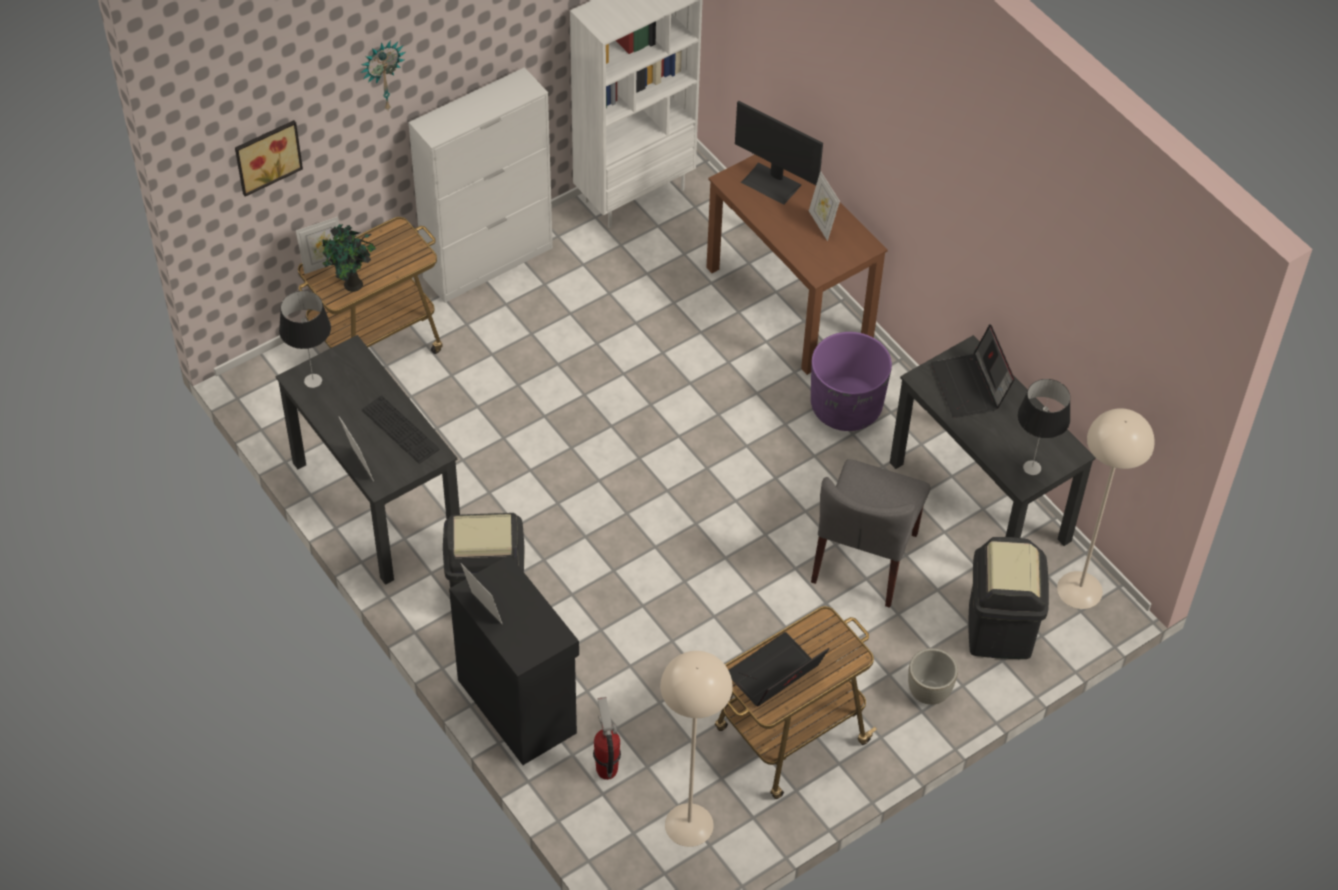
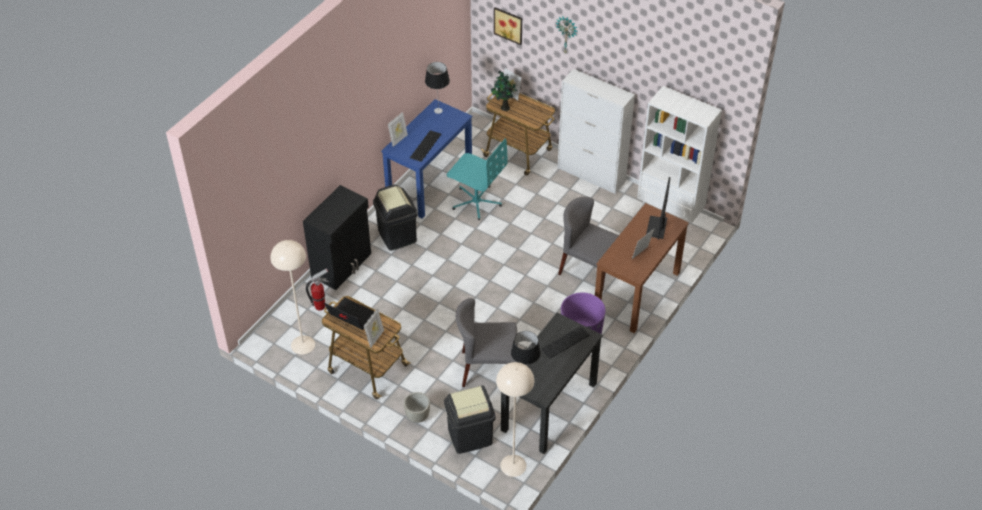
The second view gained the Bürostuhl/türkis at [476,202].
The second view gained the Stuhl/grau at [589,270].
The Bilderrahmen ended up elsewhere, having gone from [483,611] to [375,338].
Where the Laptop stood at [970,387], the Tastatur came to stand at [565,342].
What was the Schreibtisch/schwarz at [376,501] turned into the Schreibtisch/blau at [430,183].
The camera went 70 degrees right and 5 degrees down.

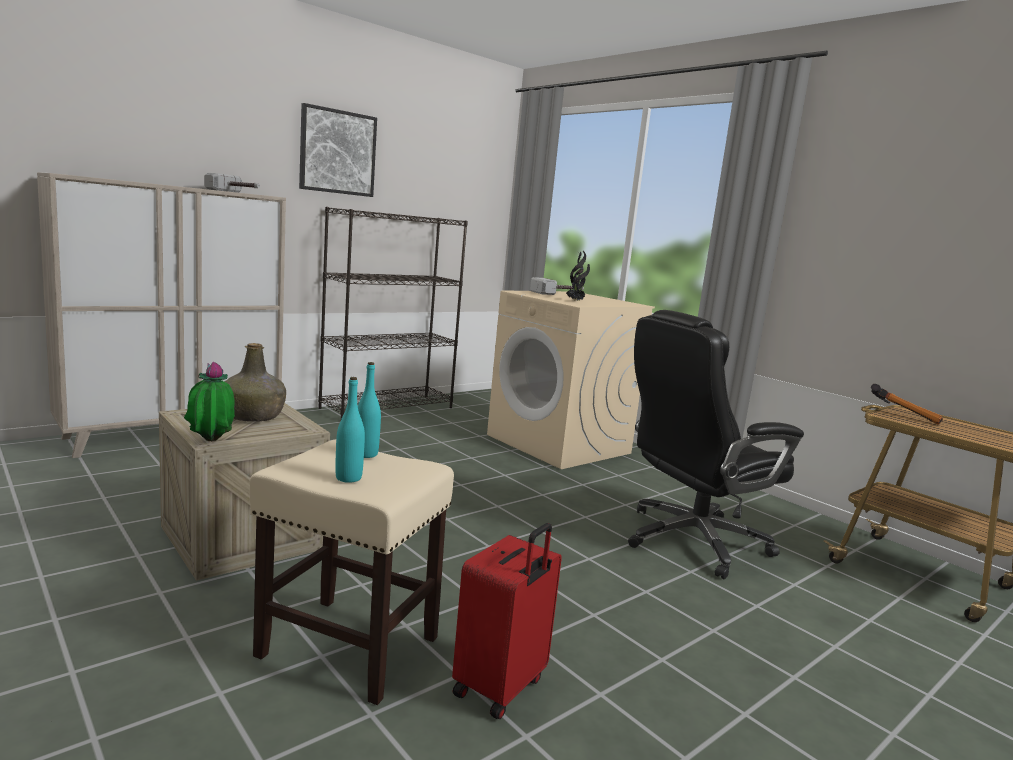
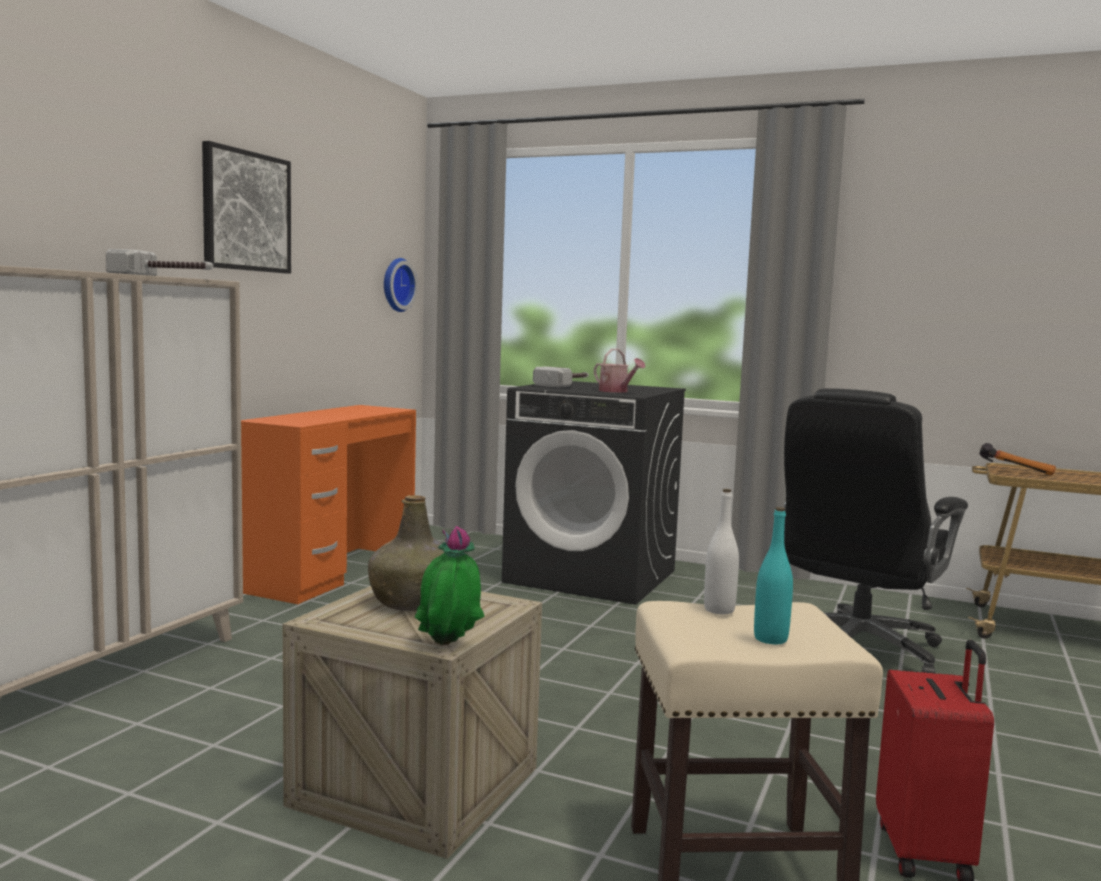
The second view gained the Wanduhr at [396,285].
Where the Bücherregal/schwarz stood at [388,407], the Schreibtisch/orange came to stand at [332,573].
Where the Topfpflanze stood at [576,301], the Gießkanne came to stand at [616,391].
What was the Flasche/türkis at [366,454] turned into the Flasche/weiß at [719,610].
What was the Waschmaschine/beige at [559,444] turned into the Waschmaschine/schwarz at [592,576].
The camera went 25 degrees left and 5 degrees down.

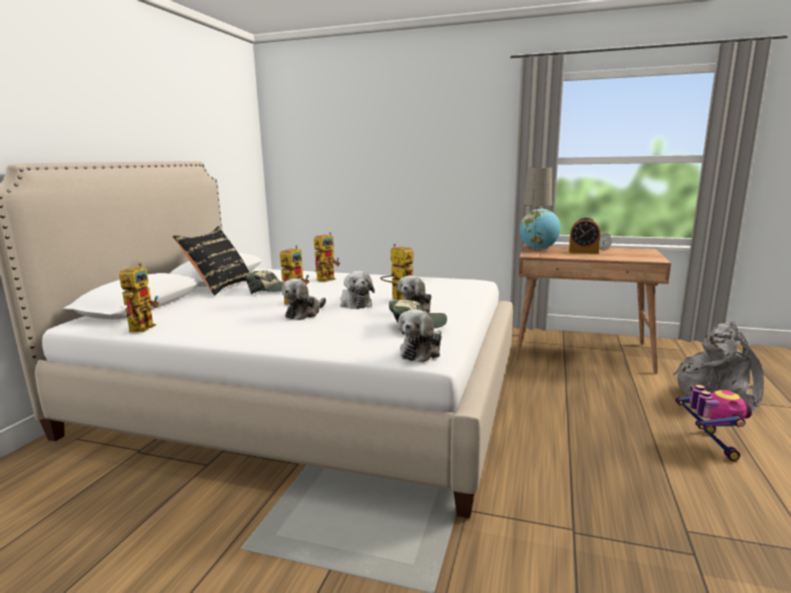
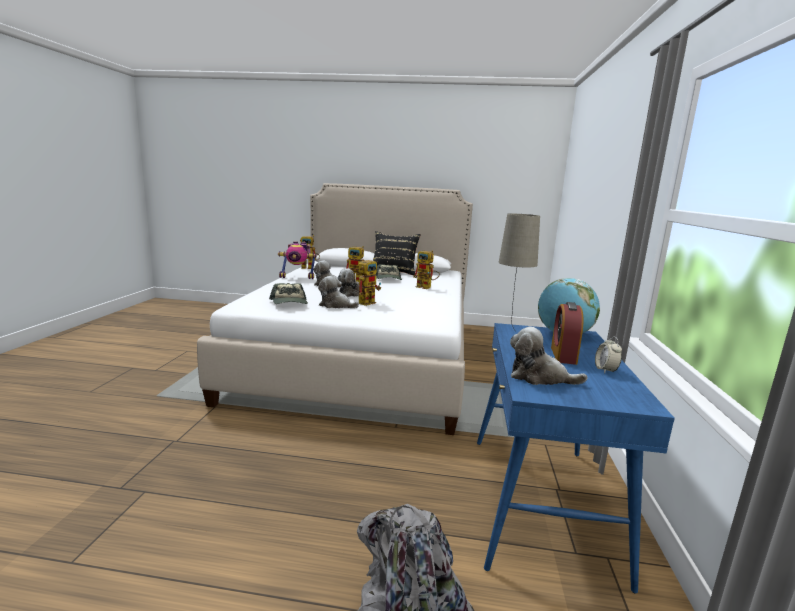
The Plüschtier ended up elsewhere, having gone from [422,352] to [539,377].
The Spielzeugroboter ended up elsewhere, having gone from [710,444] to [298,277].
What was the Schreibtisch/braun at [582,351] turned into the Schreibtisch/blau at [541,503].
The camera went 80 degrees right and 0 degrees up.

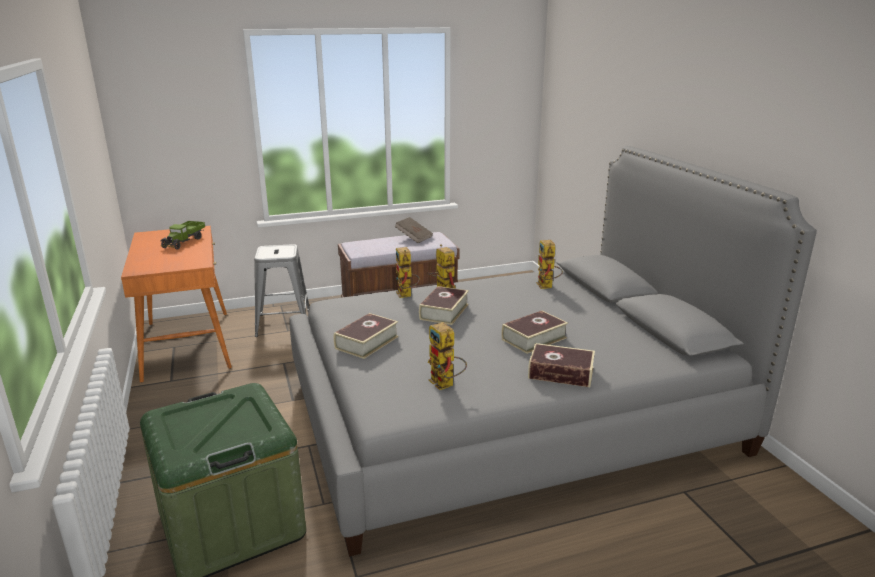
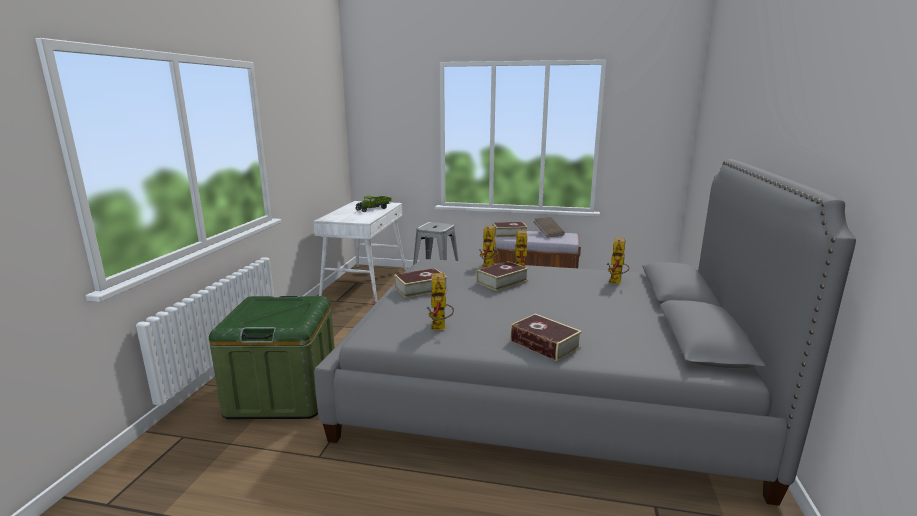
The Buch ended up elsewhere, having gone from [534,338] to [509,234].
What was the Schreibtisch/orange at [187,345] turned into the Schreibtisch/weiß at [365,283].
The camera went 30 degrees right and 5 degrees down.

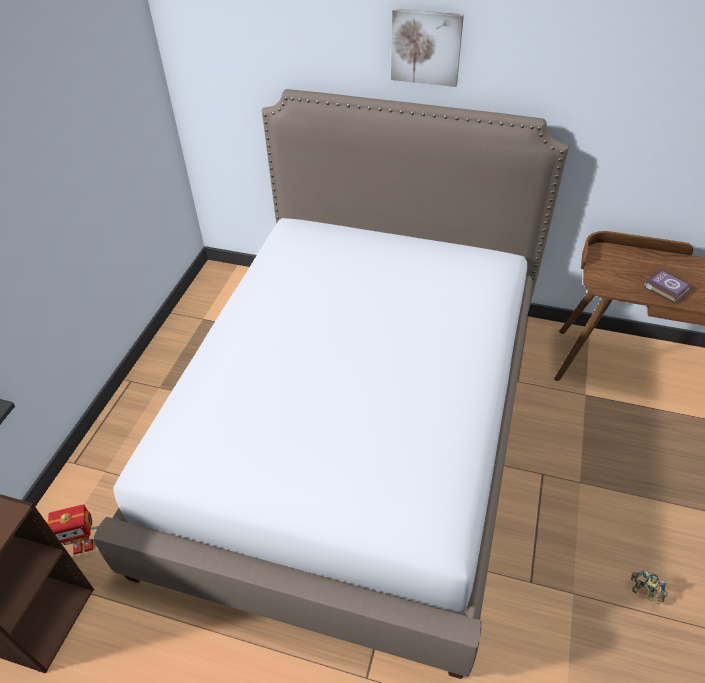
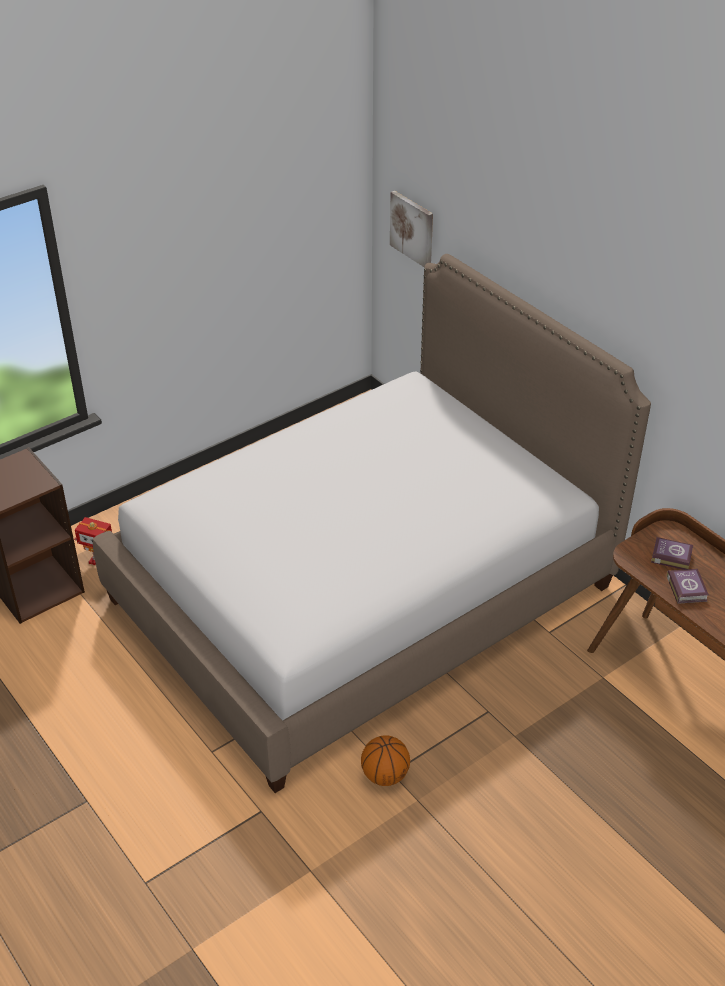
The second view lost the Spielzeugroboter at [644,593].
The second view gained the Basketball at [385,775].
The second view gained the Buch at [670,556].
The Bild ended up elsewhere, having gone from [426,47] to [412,229].
The camera went 35 degrees right and 5 degrees down.

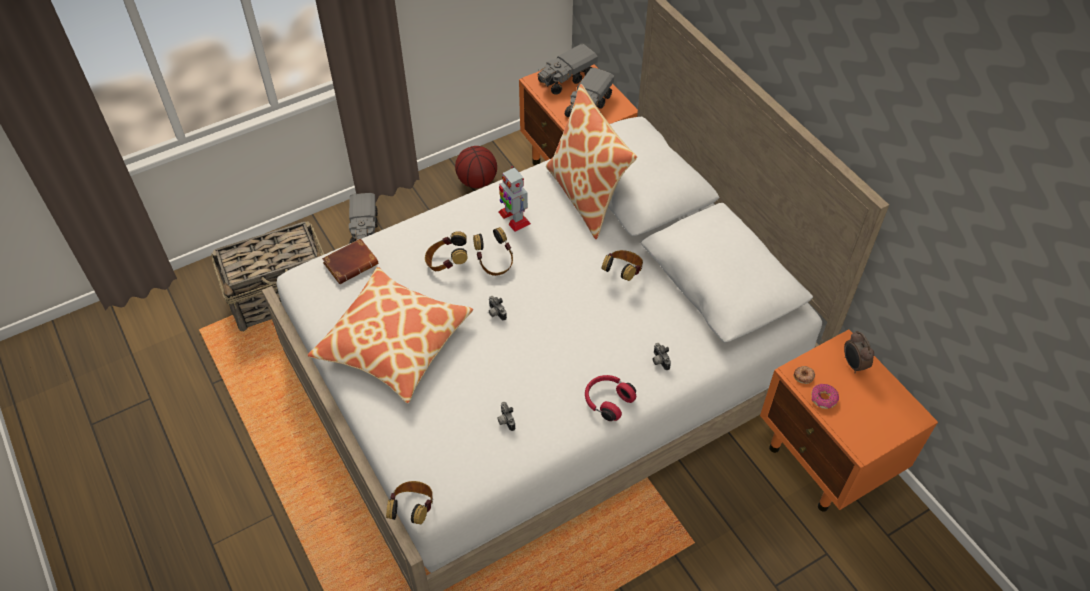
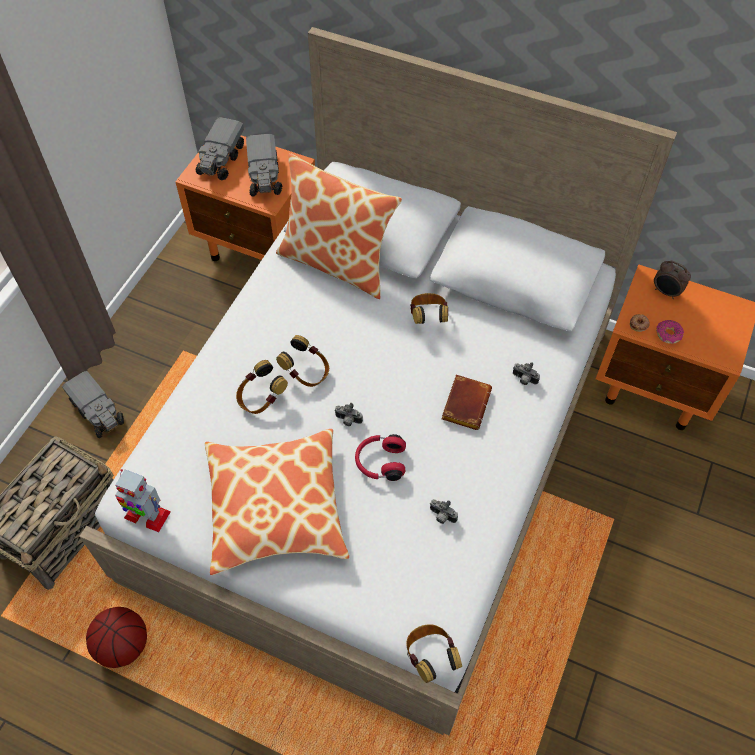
The Buch/braun ended up elsewhere, having gone from [351,263] to [465,403].
The Basketball ended up elsewhere, having gone from [477,181] to [123,646].
The Spielzeugroboter ended up elsewhere, having gone from [514,217] to [146,515].
The Kopfhörer/rot ended up elsewhere, having gone from [607,401] to [380,462].
The camera went 35 degrees left and 5 degrees up.

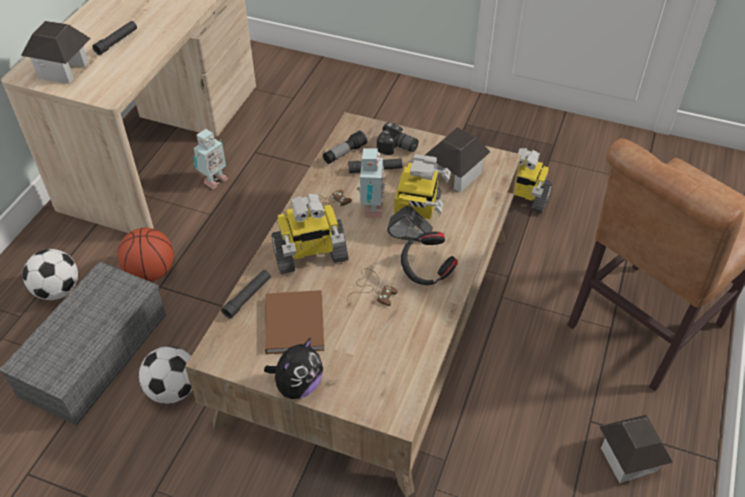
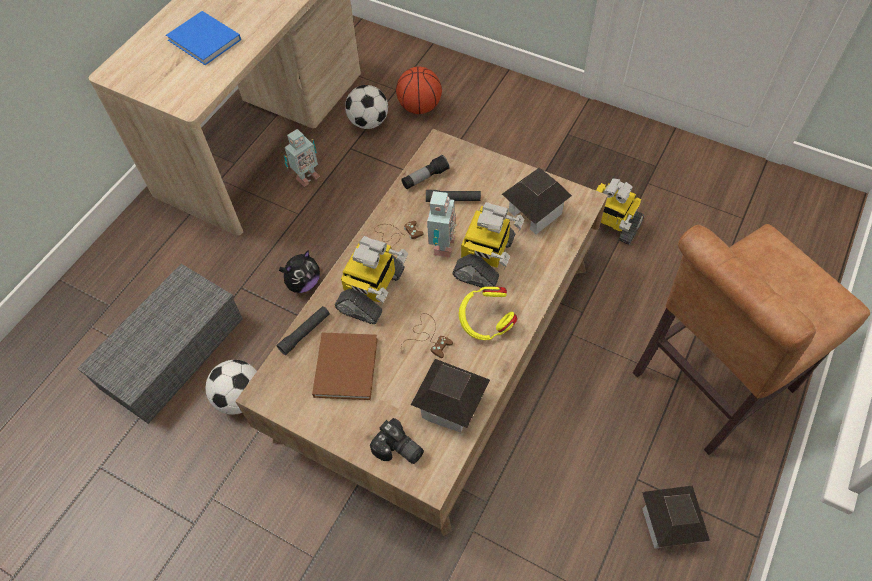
The Spielzeughaus ended up elsewhere, having gone from [64,70] to [450,405].
The Fußball ended up elsewhere, having gone from [58,290] to [369,122].
The Basketball ended up elsewhere, having gone from [151,272] to [419,107].
The Plüschtier ended up elsewhere, having gone from [298,385] to [303,283].
The Kamera ended up elsewhere, having gone from [397,148] to [398,450].
Where the Taschenlampe/schwarz stood at [117,42], the Buch/blau came to stand at [206,41].
What was the Kopfhörer/schwarz at [426,272] turned into the Kopfhörer/gelb at [485,323].
The Spielzeugroboter at [310,255] ended up facing another way, 60 degrees counterclockwise from before.
The camera went 10 degrees right and 10 degrees up.

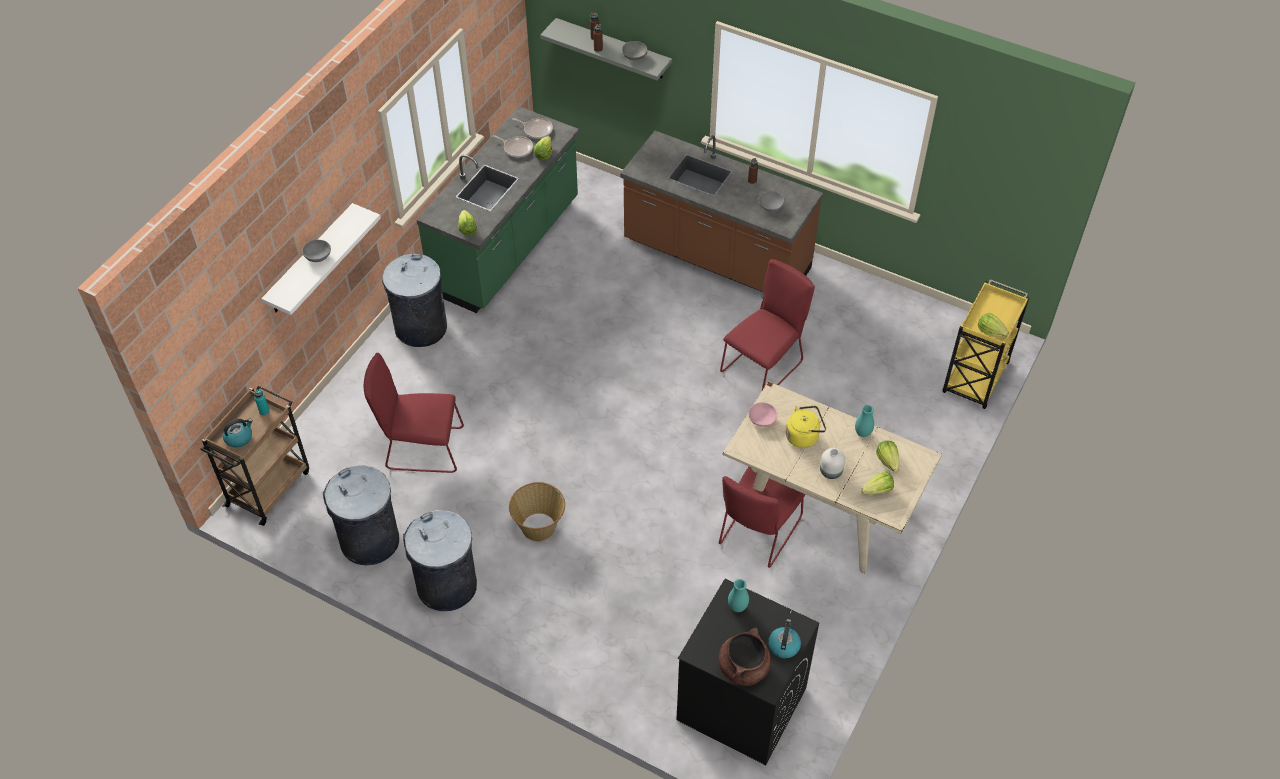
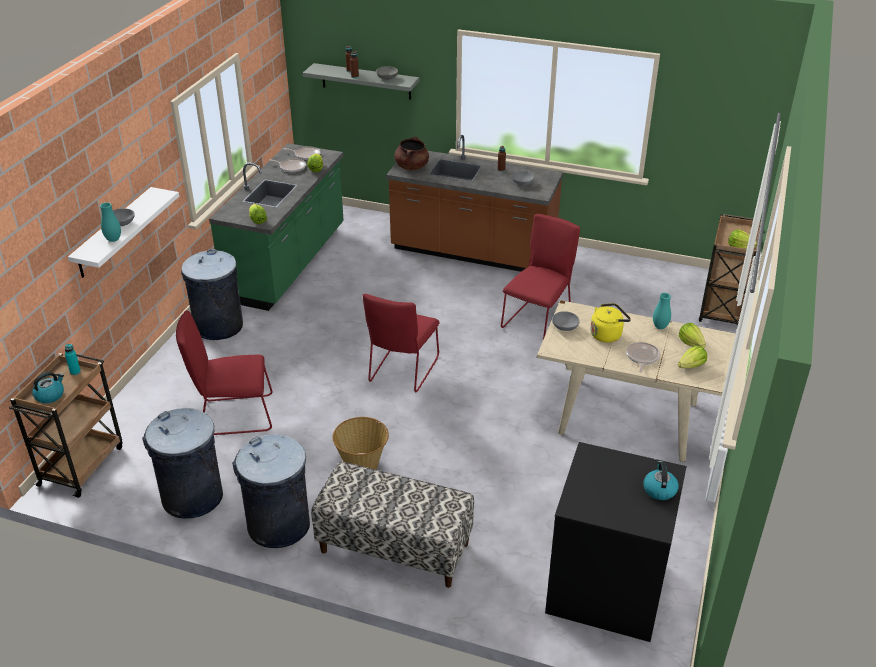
The second view gained the Bank at [394,548].
The Kochtopf/braun ended up elsewhere, having gone from [743,667] to [411,167].
The Stuhl/rot ended up elsewhere, having gone from [758,534] to [402,372].
The Vase/türkis ended up elsewhere, having gone from [737,607] to [113,240].
Where the Vase/weiß stood at [830,471], the Pfanne came to stand at [642,357].
What was the Schüssel/rosa at [762,420] turned into the Schüssel/grau at [564,327].
What was the Rollwagen/gelb at [975,379] turned into the Rollwagen/braun at [722,310].
The camera went 10 degrees left and 15 degrees down.

